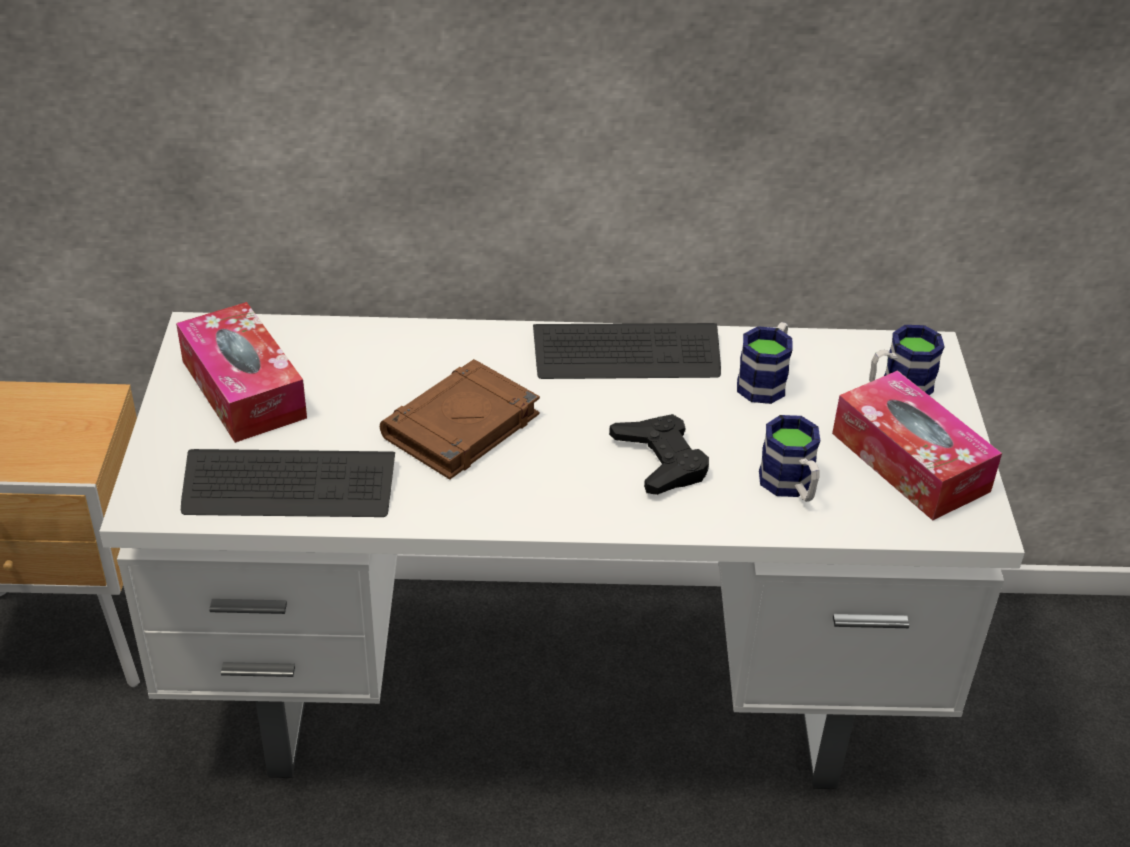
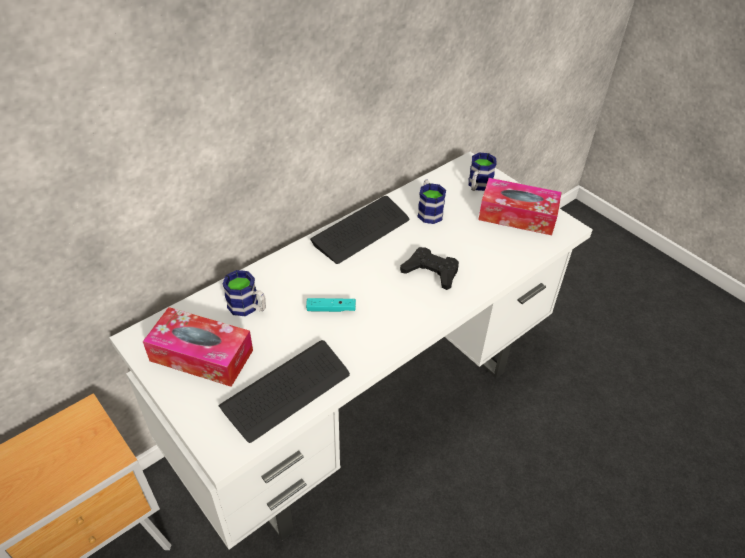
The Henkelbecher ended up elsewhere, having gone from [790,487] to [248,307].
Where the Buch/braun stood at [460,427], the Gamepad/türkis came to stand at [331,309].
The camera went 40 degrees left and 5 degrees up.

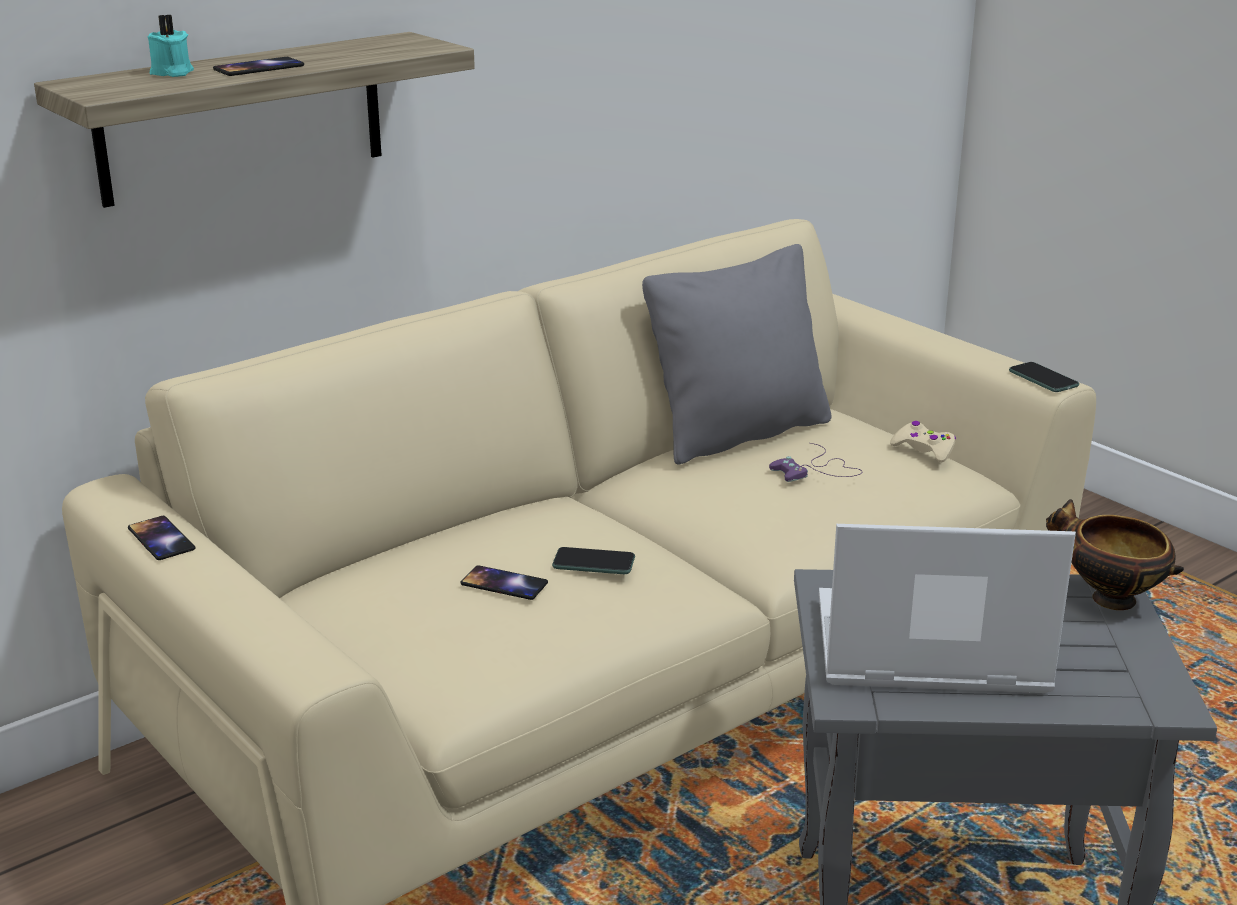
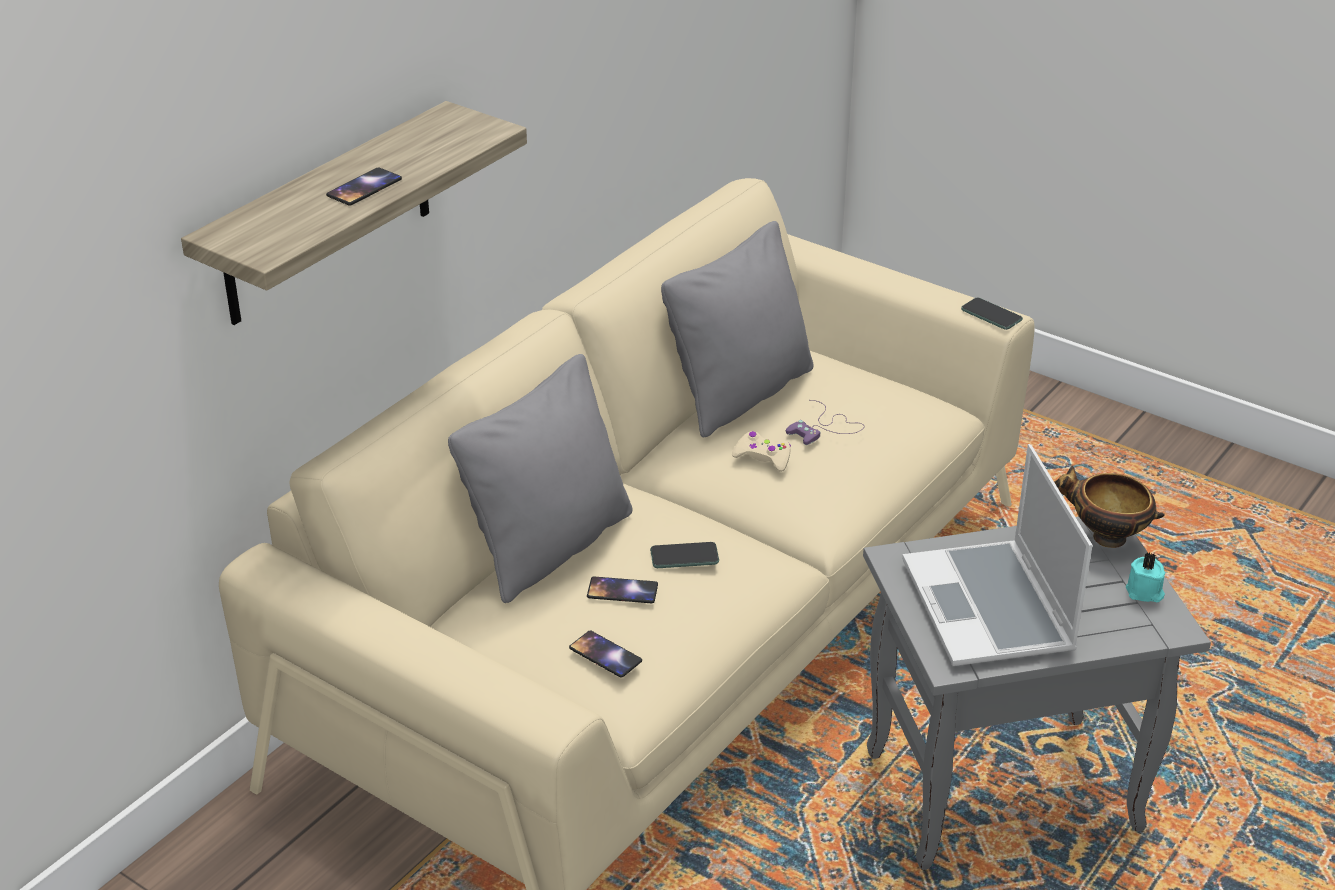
The second view gained the Kissen/grau at [550,547].
The Handy ended up elsewhere, having gone from [161,539] to [605,655].
The Kerze/türkis ended up elsewhere, having gone from [172,73] to [1144,593].
The Gamepad/beige ended up elsewhere, having gone from [924,449] to [763,457].
The Laptop at [926,649] ended up facing another way, 90 degrees counterclockwise from before.
The camera went 15 degrees left and 10 degrees up.

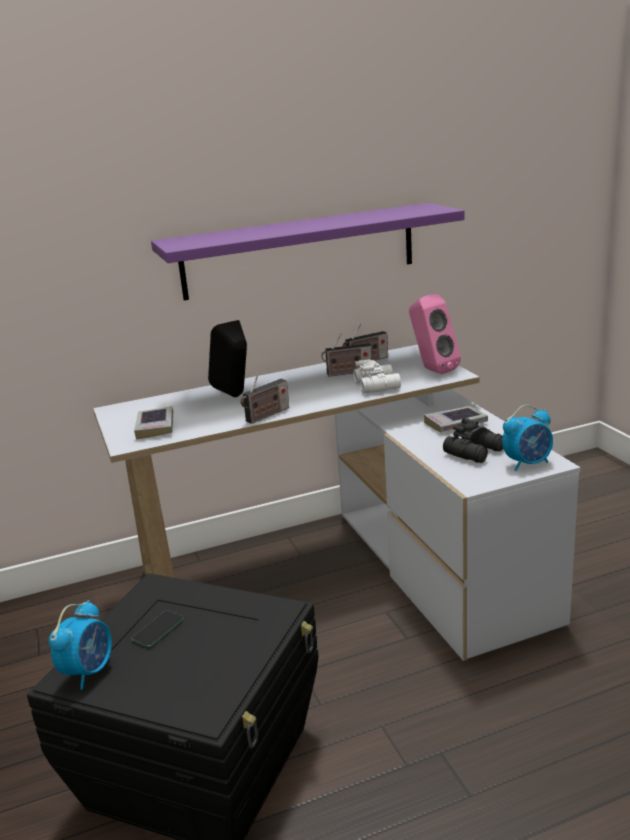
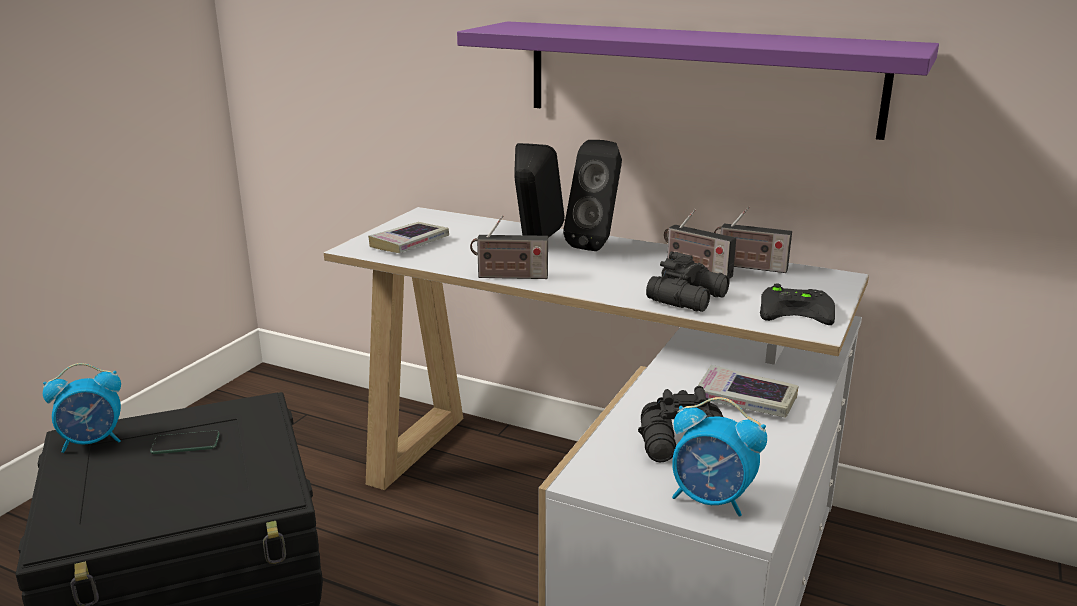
The second view gained the Lautsprecher/schwarz at [597,245].
Where the Lautsprecher/rosa stood at [432,370], the Gamepad/schwarz came to stand at [798,310].
What was the Fernglas/weiß at [378,385] turned into the Fernglas/schwarz at [689,298].
The camera went 45 degrees right and 0 degrees up.

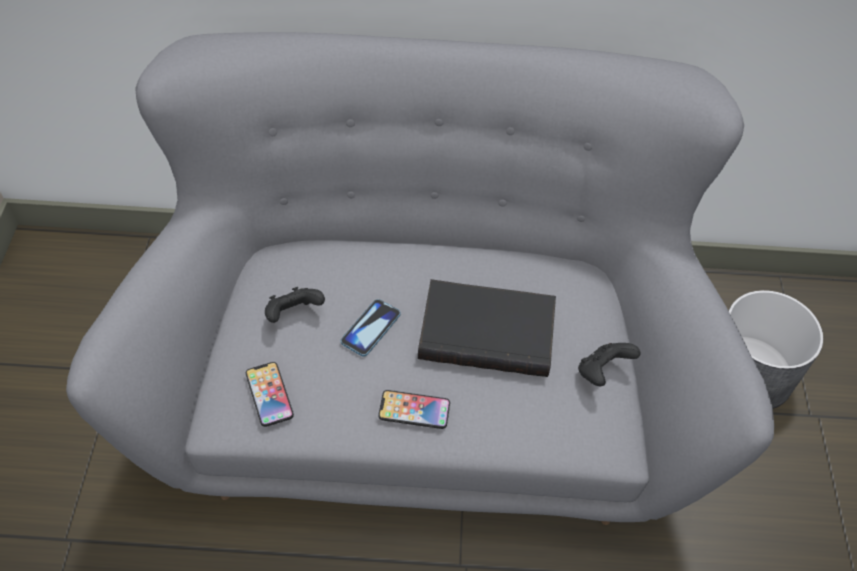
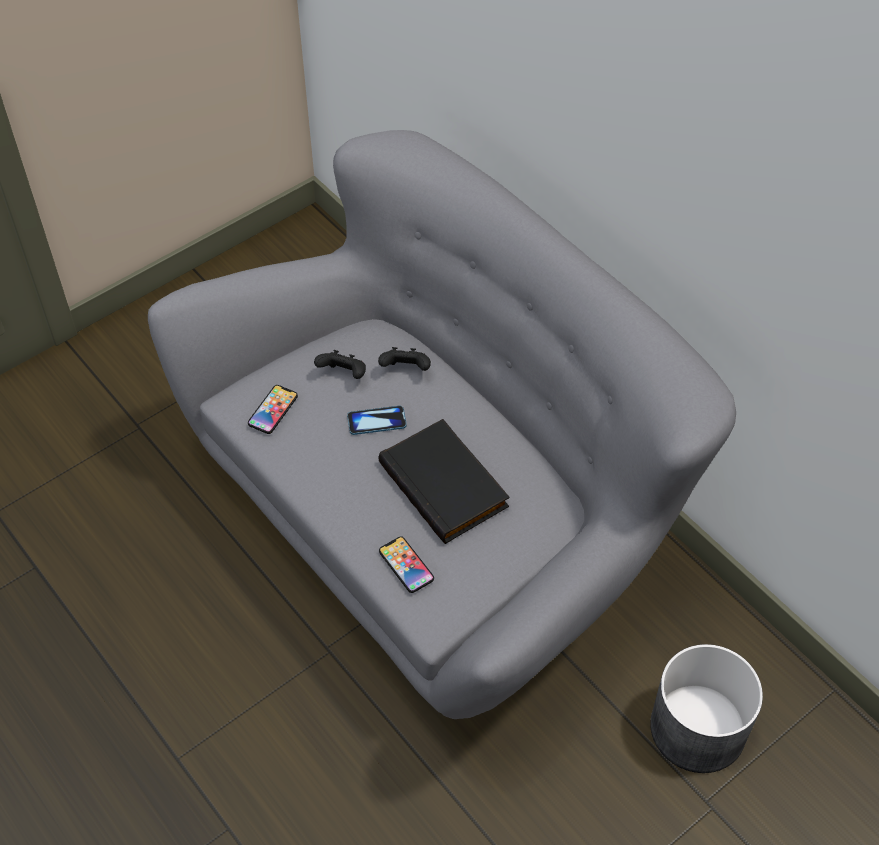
The Handy ended up elsewhere, having gone from [414,410] to [406,565].
The Gamepad/schwarz ended up elsewhere, having gone from [602,372] to [406,370].
The camera went 50 degrees right and 0 degrees up.

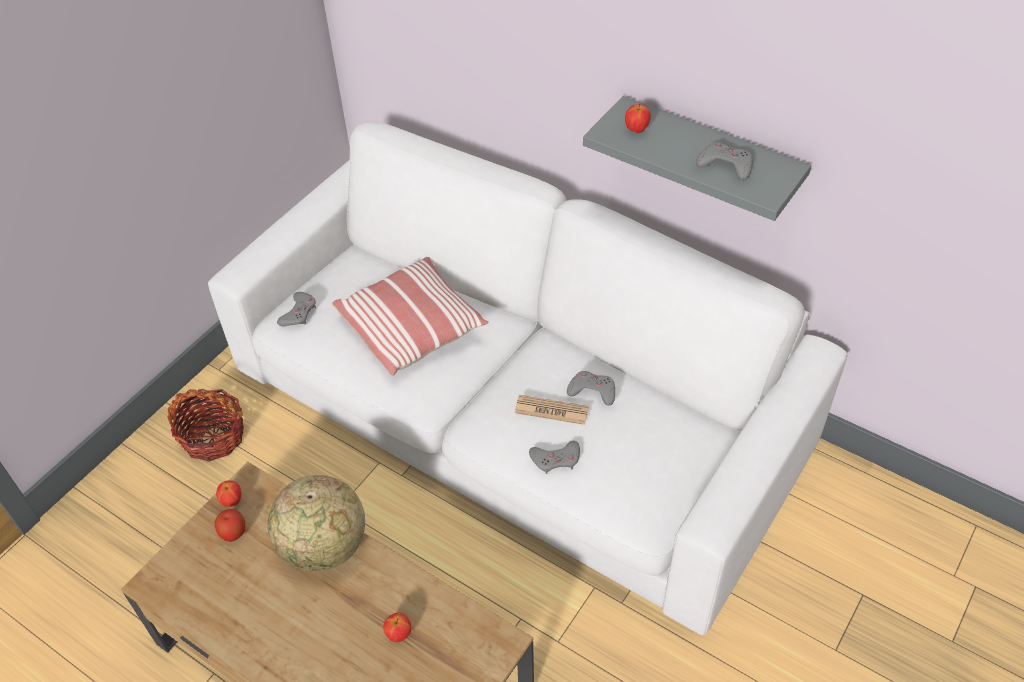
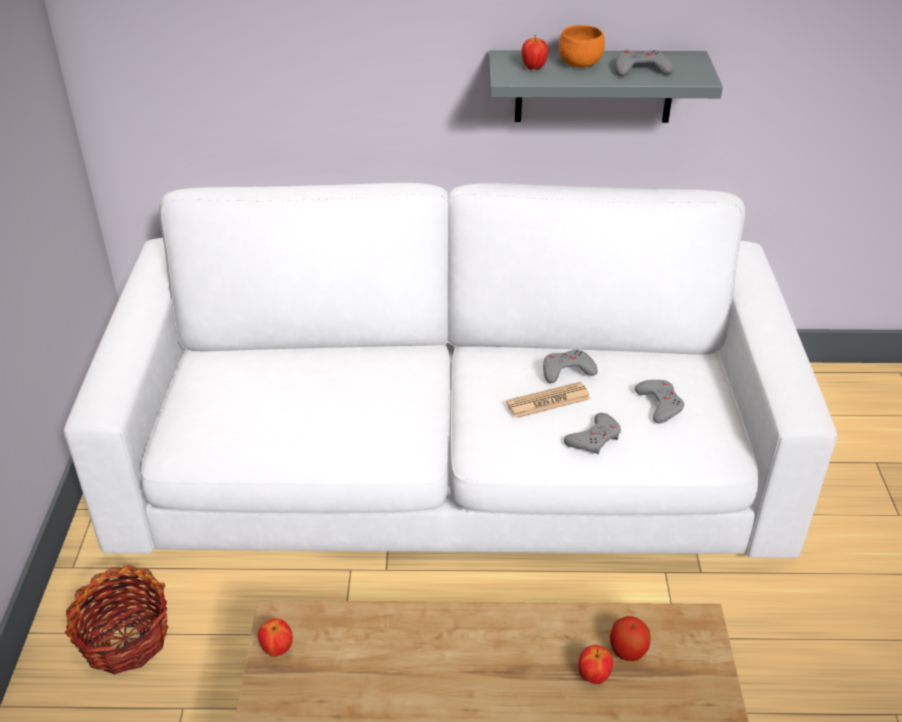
The second view lost the Globus at [324,547].
The second view lost the Kissen at [412,327].
The second view gained the Schüssel/orange at [579,64].
The Apfel ended up elsewhere, having gone from [233,533] to [627,651].
The Gamepad/grau ended up elsewhere, having gone from [299,313] to [659,404].
The camera went 35 degrees left and 10 degrees down.

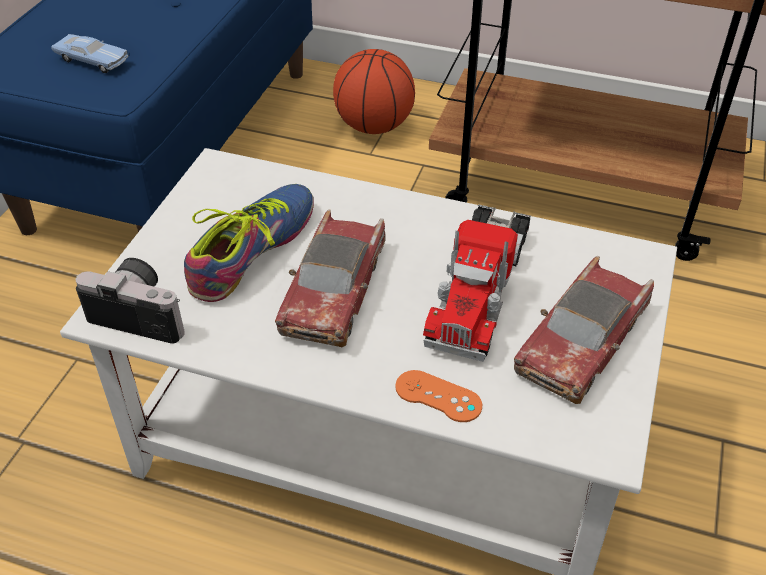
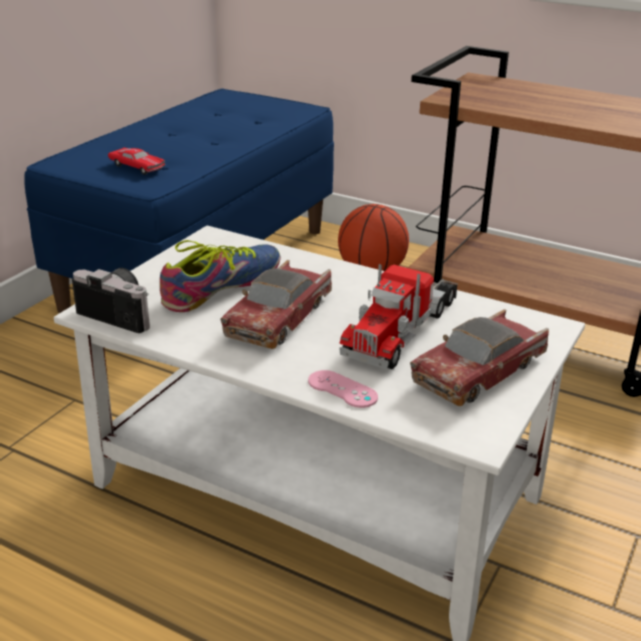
What was the Spielzeugauto/blau at [92,61] turned into the Spielzeugauto/rot at [137,167].
What was the Gamepad/orange at [438,396] turned into the Gamepad/rosa at [342,389].
The camera went 10 degrees right and 15 degrees down.

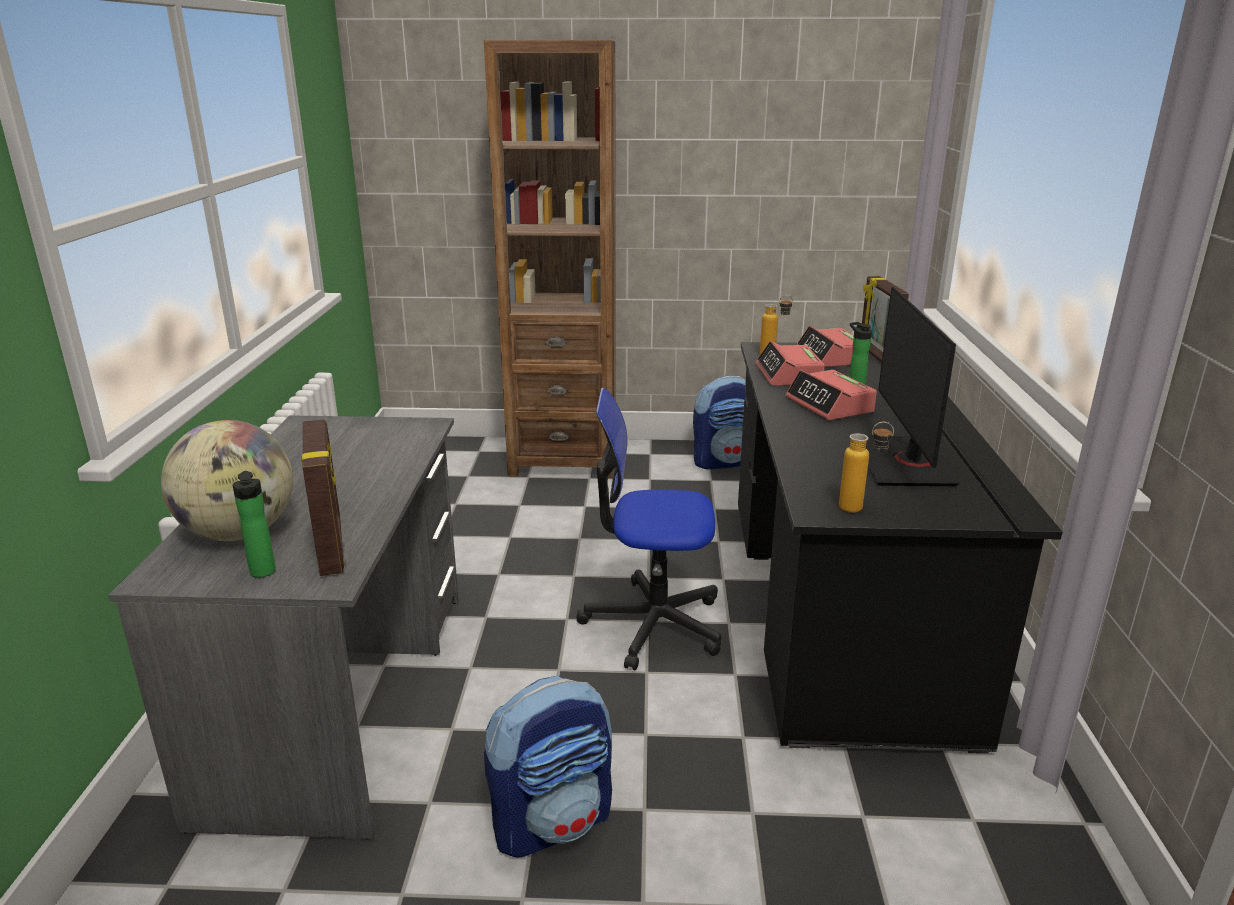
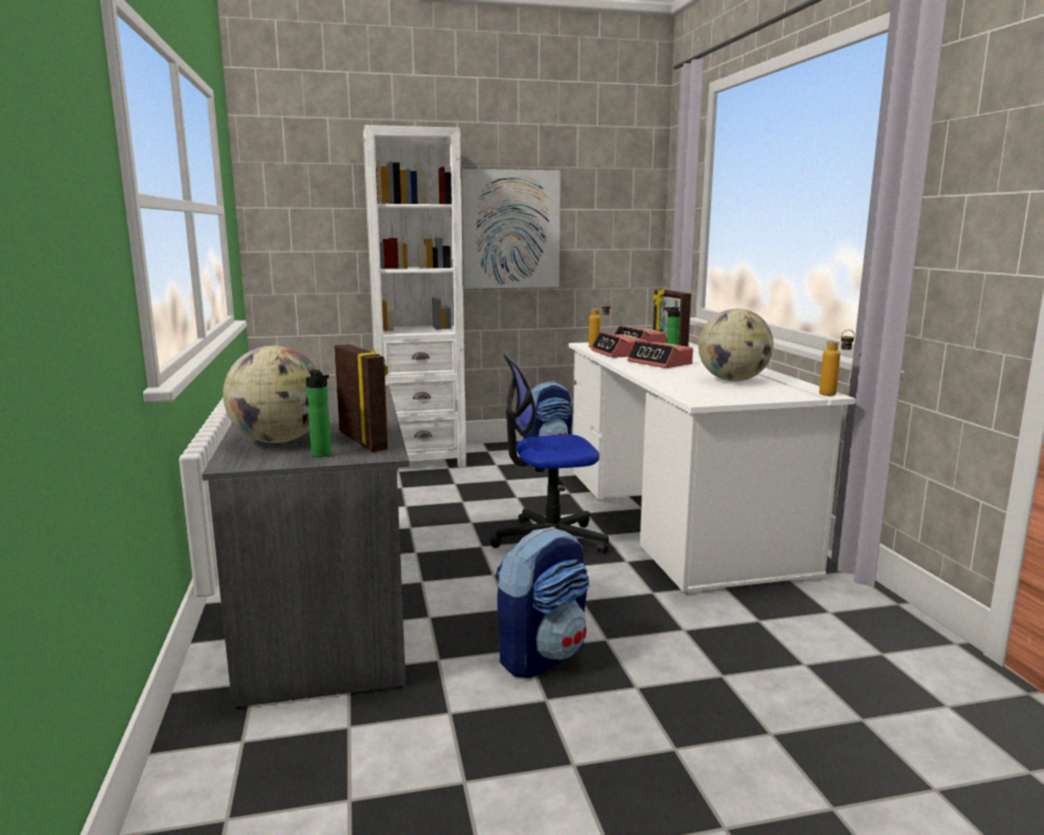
The second view gained the Bild at [511,229].
The Flasche ended up elsewhere, having gone from [860,509] to [834,394].
Where the Monitor stood at [904,462], the Globus came to stand at [733,380].
What was the Bücherregal/braun at [564,458] turned into the Bücherregal/weiß at [421,459].
What was the Schreibtisch/schwarz at [840,605] turned into the Schreibtisch/weiß at [677,518].
The camera went 15 degrees left and 10 degrees down.

